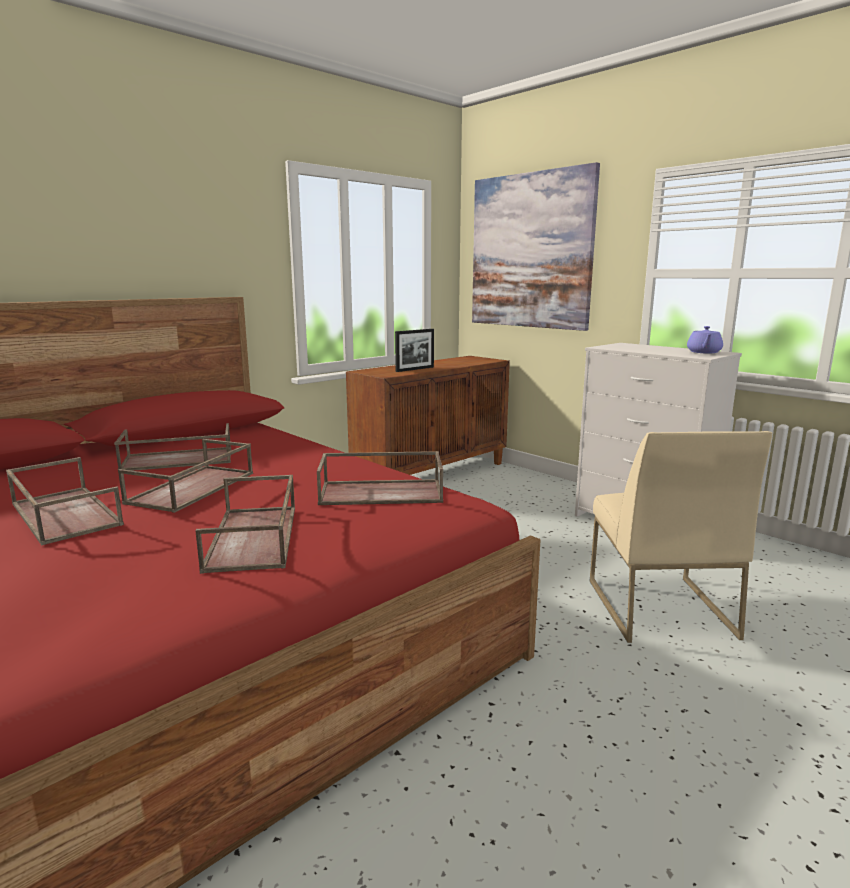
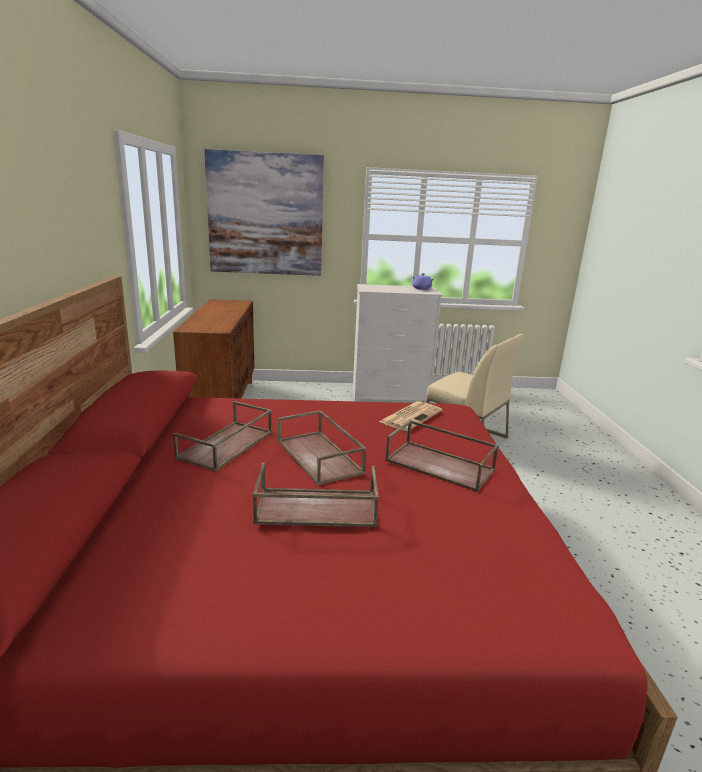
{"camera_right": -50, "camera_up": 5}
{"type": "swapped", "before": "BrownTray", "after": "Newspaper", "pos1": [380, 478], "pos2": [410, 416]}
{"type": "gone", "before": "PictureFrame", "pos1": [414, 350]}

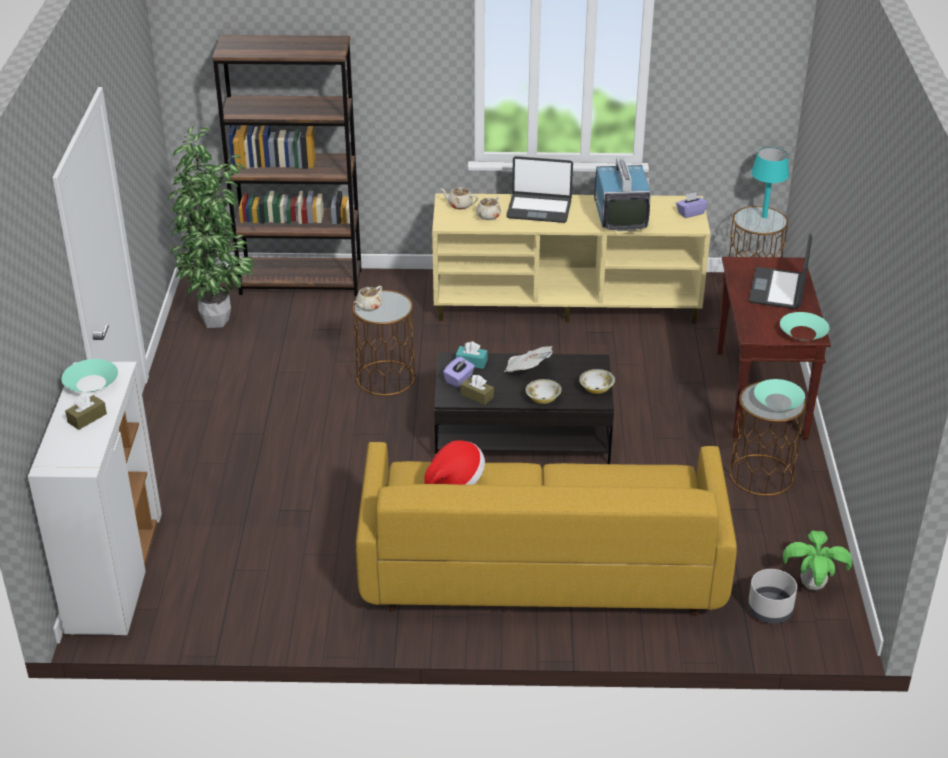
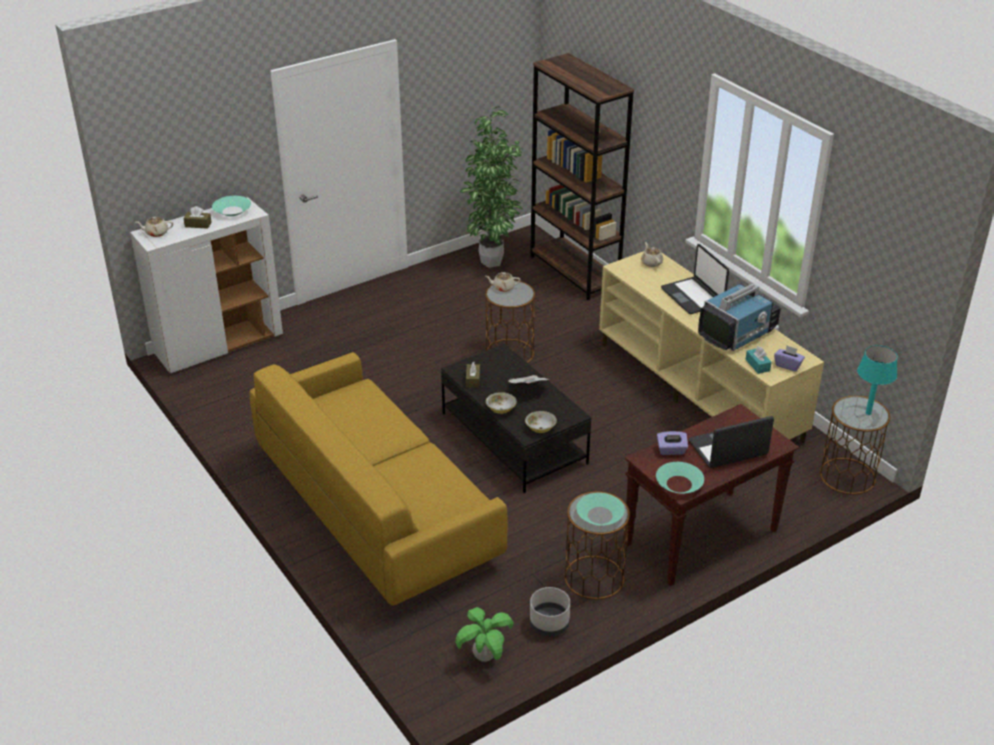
{"camera_right": 55, "camera_up": 0}
{"type": "gone", "before": "Hat", "pos1": [454, 462]}
{"type": "shifted", "before": "PurpleTissueBox", "pos1": [459, 371], "pos2": [672, 443]}
{"type": "shifted", "before": "TurquoiseTissueBox", "pos1": [472, 355], "pos2": [758, 360]}
{"type": "shifted", "before": "BeigeTeapot", "pos1": [488, 208], "pos2": [154, 227]}
{"type": "shifted", "before": "GreyPlanter", "pos1": [772, 596], "pos2": [550, 611]}

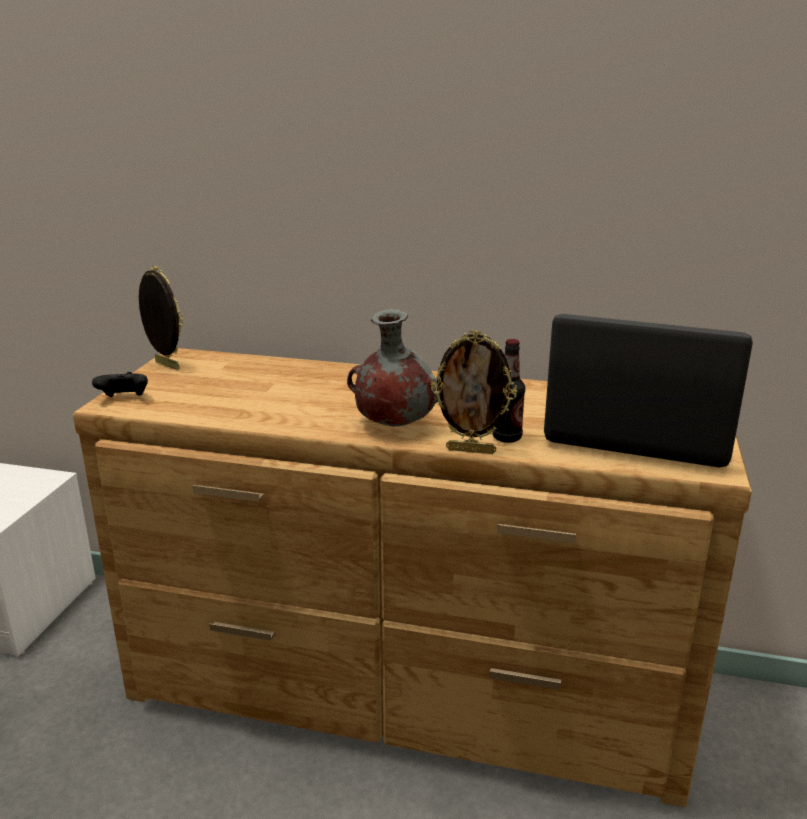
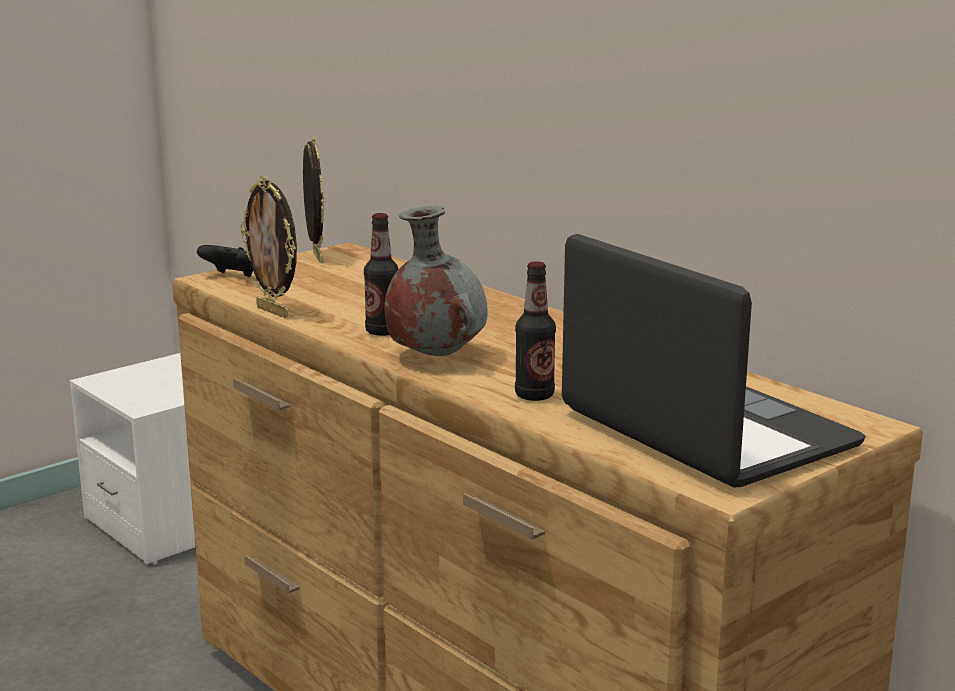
{"camera_right": 35, "camera_up": -5}
{"type": "shifted", "before": "PictureFrame", "pos1": [474, 392], "pos2": [268, 247]}
{"type": "new", "after": "Bottle", "pos2": [381, 274]}

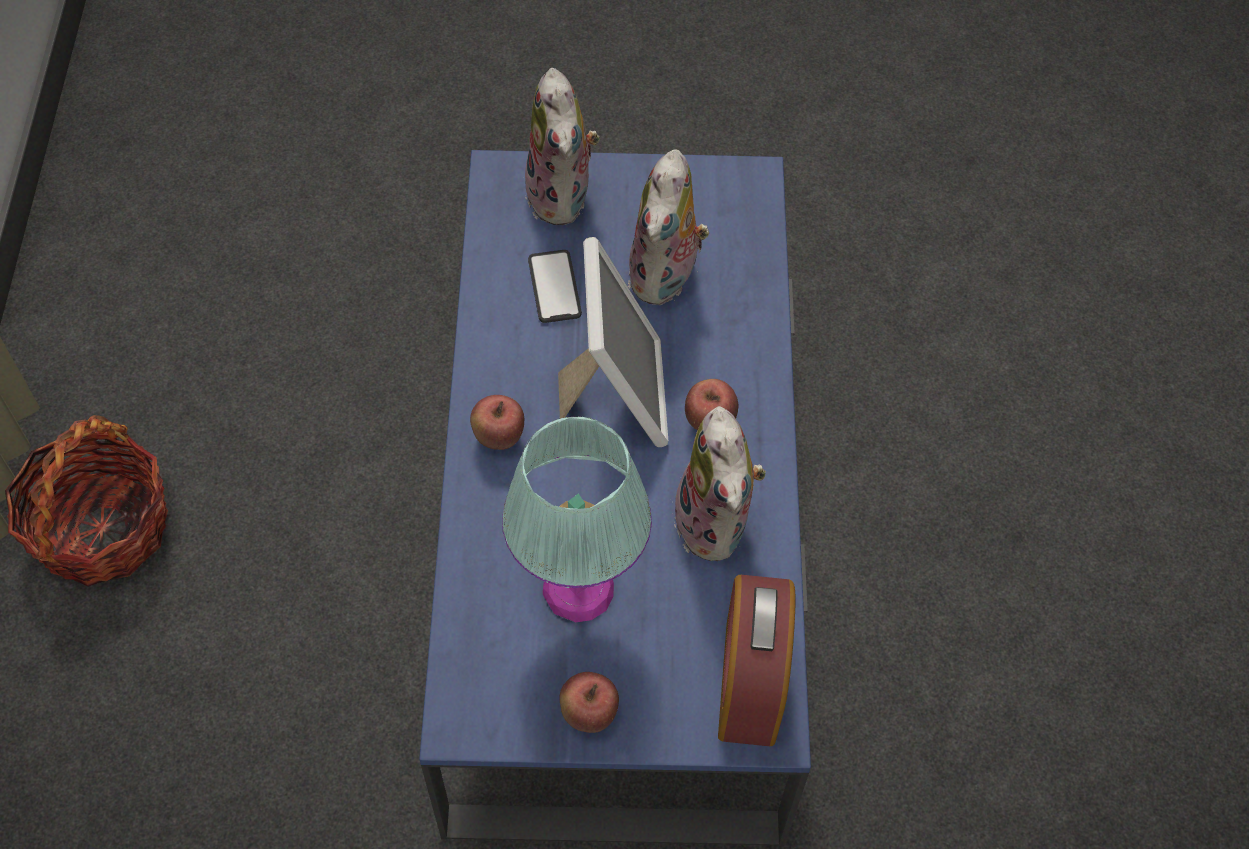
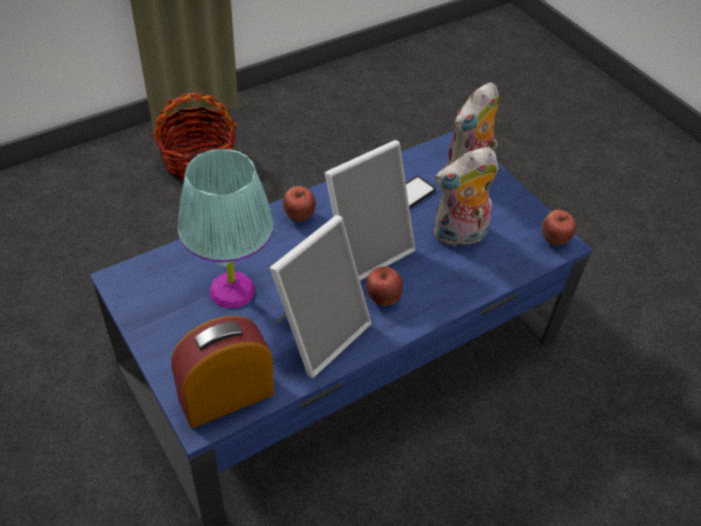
{"camera_right": 55, "camera_up": -10}
{"type": "shifted", "before": "Apple", "pos1": [589, 702], "pos2": [559, 227]}
{"type": "swapped", "before": "PlushToy", "after": "PictureFrame", "pos1": [720, 483], "pos2": [321, 296]}

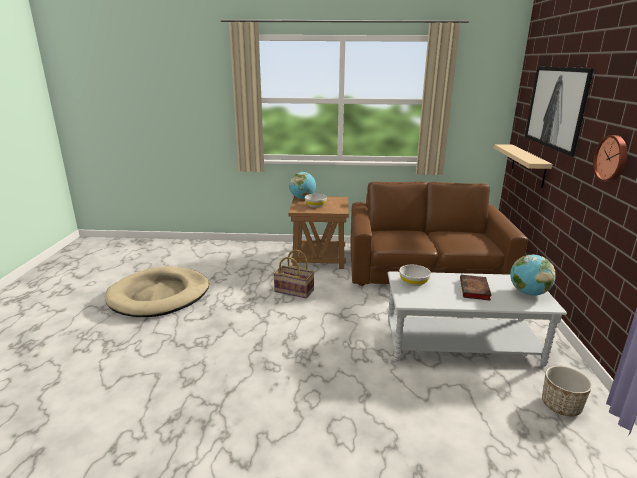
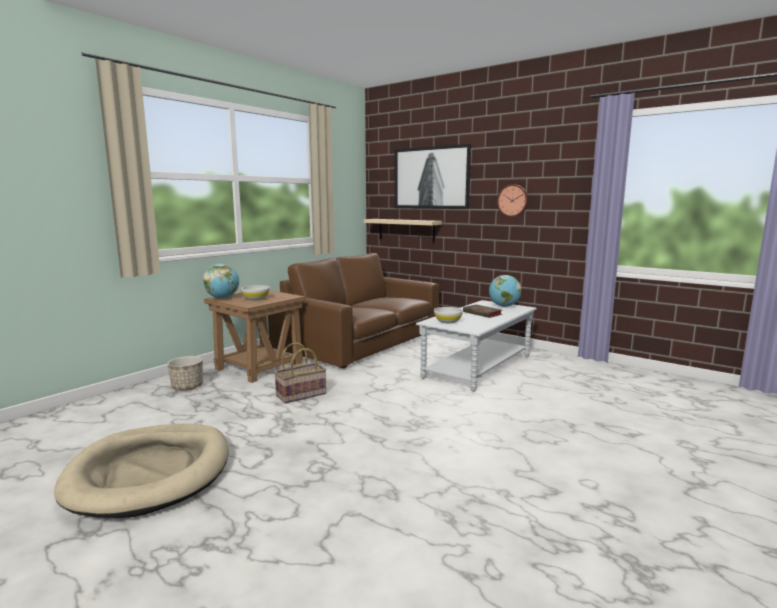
{"camera_right": -55, "camera_up": -10}
{"type": "shifted", "before": "Planter", "pos1": [567, 391], "pos2": [185, 373]}

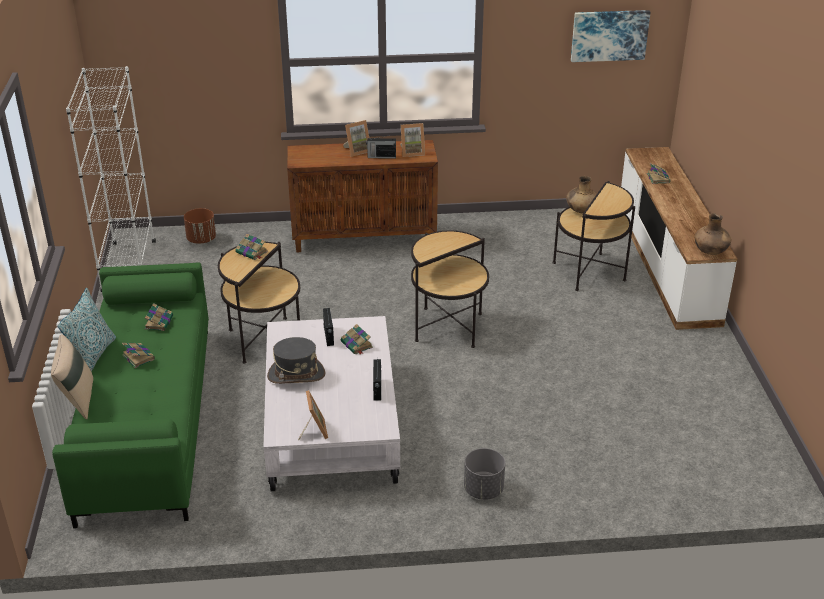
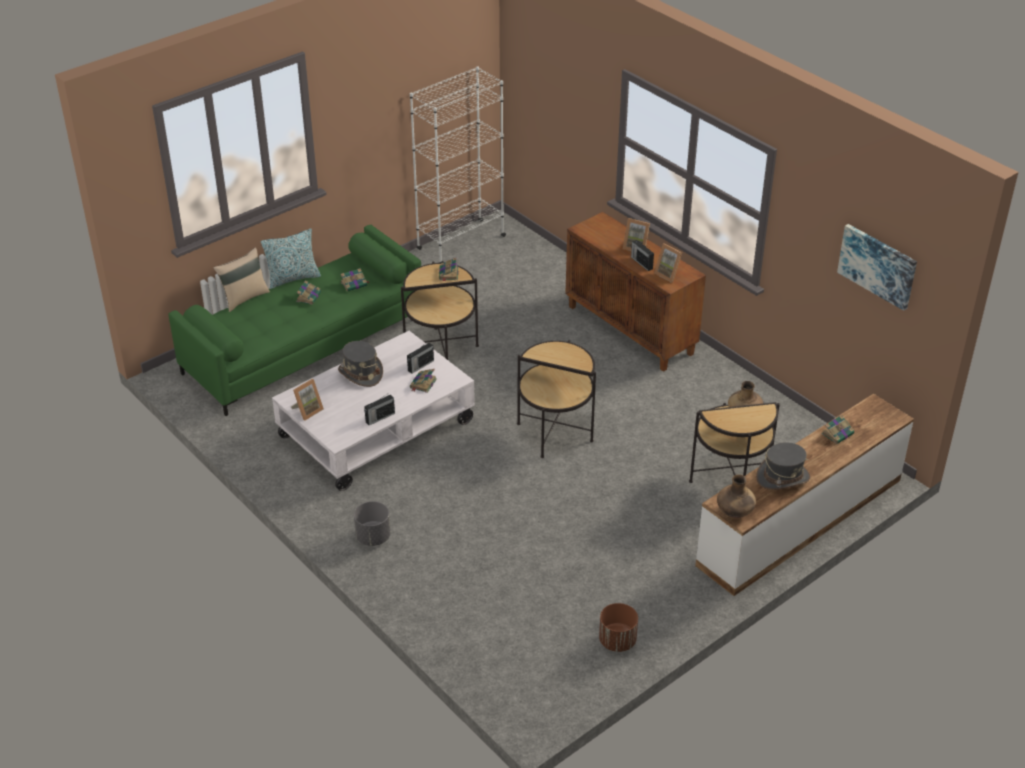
{"camera_right": 55, "camera_up": 5}
{"type": "shifted", "before": "BrownPlanter", "pos1": [200, 226], "pos2": [618, 627]}
{"type": "new", "after": "GreyHat", "pos2": [783, 466]}

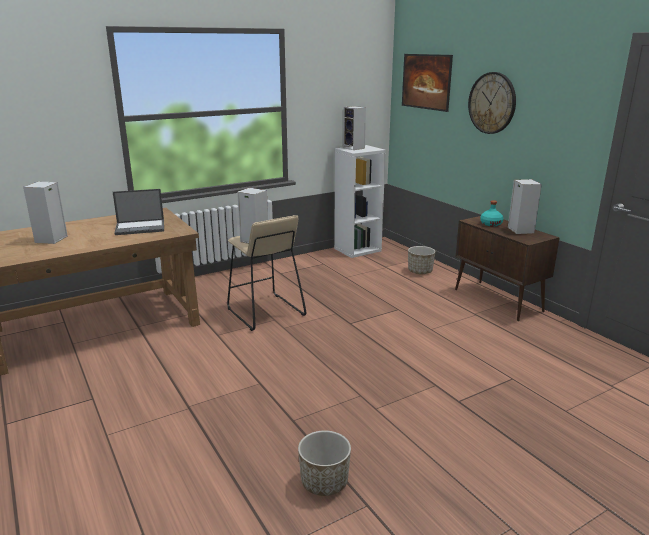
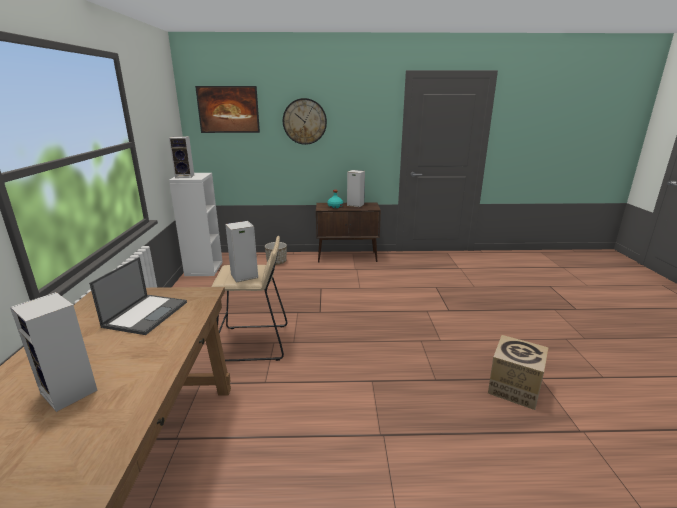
{"camera_right": -60, "camera_up": 0}
{"type": "swapped", "before": "Planter", "after": "CardboardBox", "pos1": [324, 463], "pos2": [518, 372]}

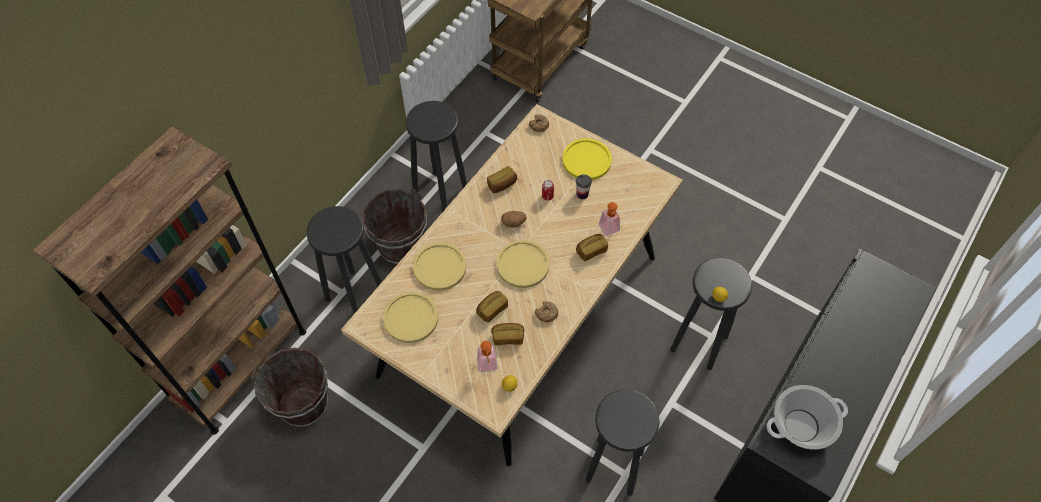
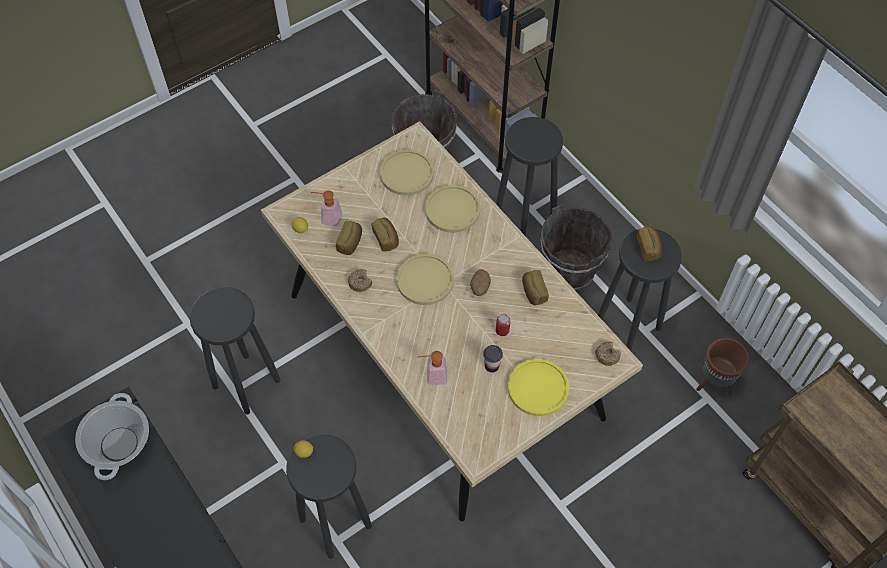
{"camera_right": 110, "camera_up": 0}
{"type": "shifted", "before": "Bread", "pos1": [592, 247], "pos2": [649, 244]}
{"type": "new", "after": "BrownPlanter", "pos2": [722, 367]}

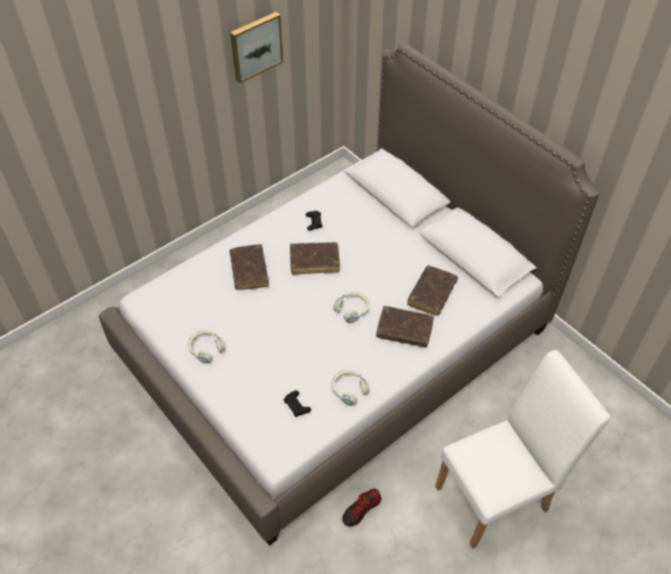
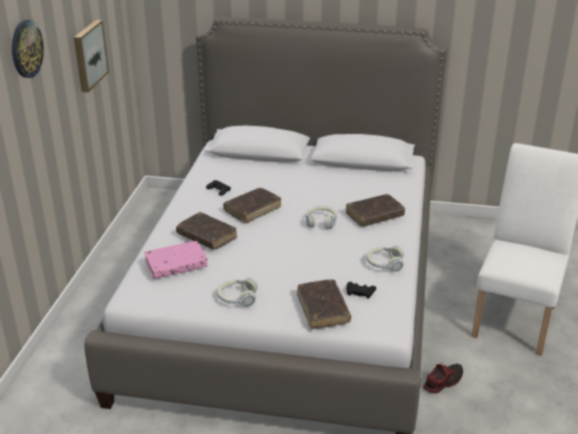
{"camera_right": -40, "camera_up": -20}
{"type": "rotated", "before": "Shoe", "pos1": [362, 507], "pos2": [443, 378], "turn": -135}
{"type": "shifted", "before": "BrownBook", "pos1": [432, 290], "pos2": [324, 304]}
{"type": "new", "after": "WallClock", "pos2": [28, 49]}
{"type": "new", "after": "PinkBook", "pos2": [175, 260]}

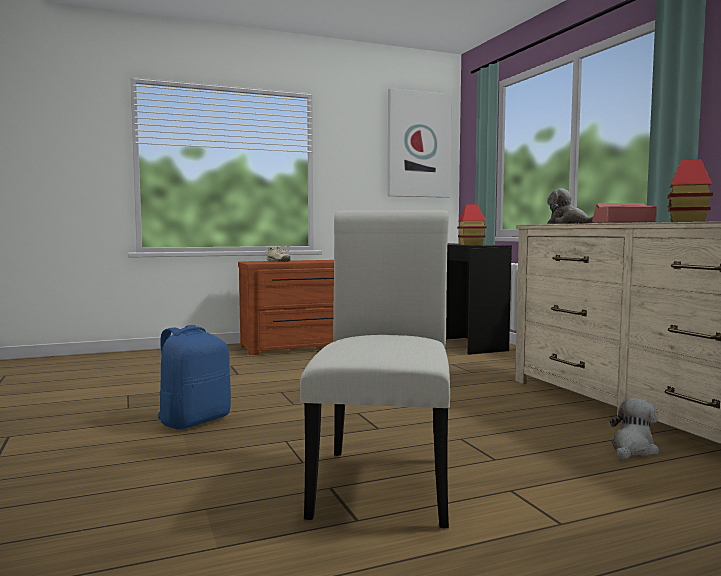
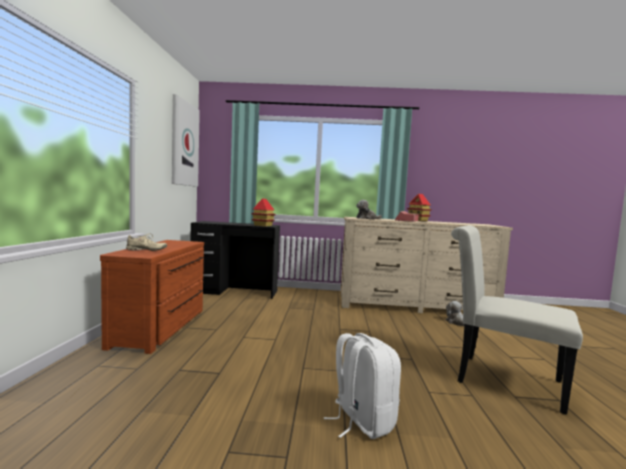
{"camera_right": -65, "camera_up": 0}
{"type": "repainted", "before": "BlueBackpack", "after": "WhiteBackpack", "pos1": [194, 377], "pos2": [362, 386]}

